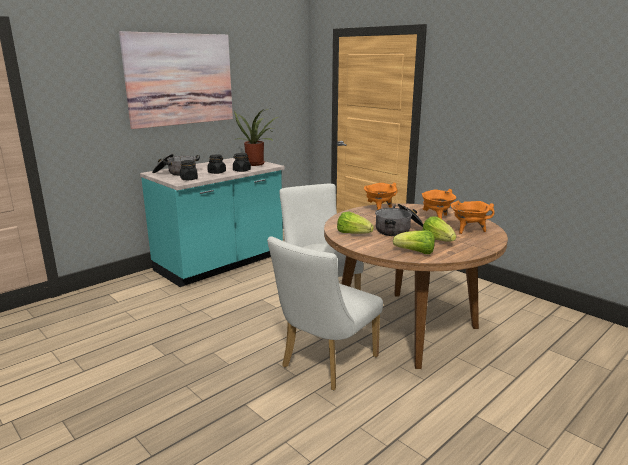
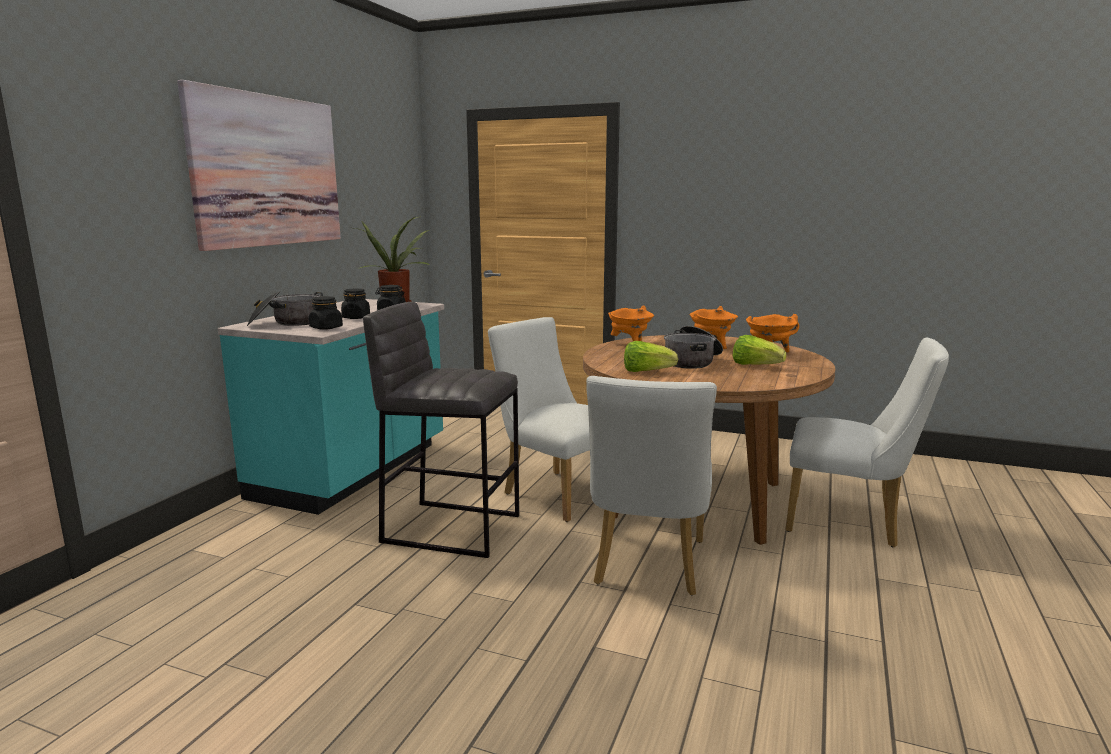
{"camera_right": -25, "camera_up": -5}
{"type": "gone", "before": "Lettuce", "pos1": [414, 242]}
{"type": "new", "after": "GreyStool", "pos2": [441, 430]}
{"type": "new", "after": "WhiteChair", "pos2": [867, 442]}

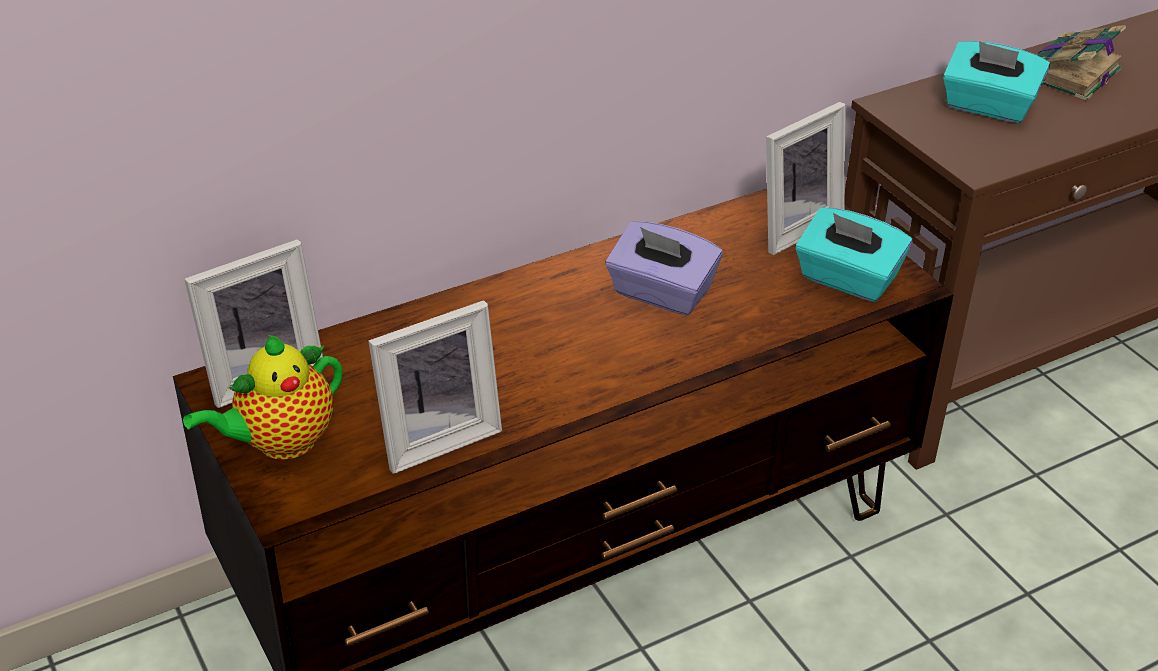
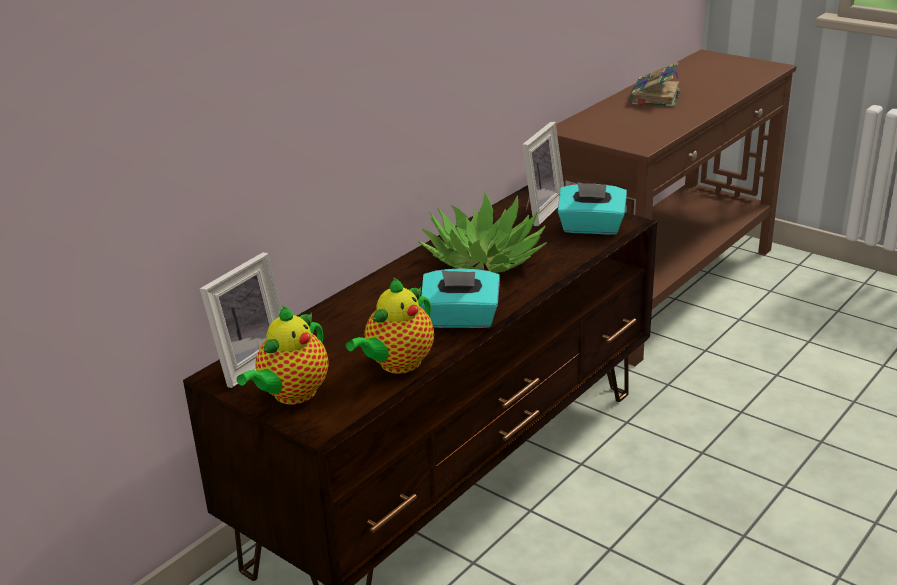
{"camera_right": -20, "camera_up": -10}
{"type": "swapped", "before": "PictureFrame", "after": "Teapot", "pos1": [435, 387], "pos2": [390, 326]}
{"type": "swapped", "before": "PurpleTissueBox", "after": "PottedPlant", "pos1": [663, 268], "pos2": [482, 232]}
{"type": "shifted", "before": "TurquoiseTissueBox", "pos1": [996, 82], "pos2": [460, 298]}

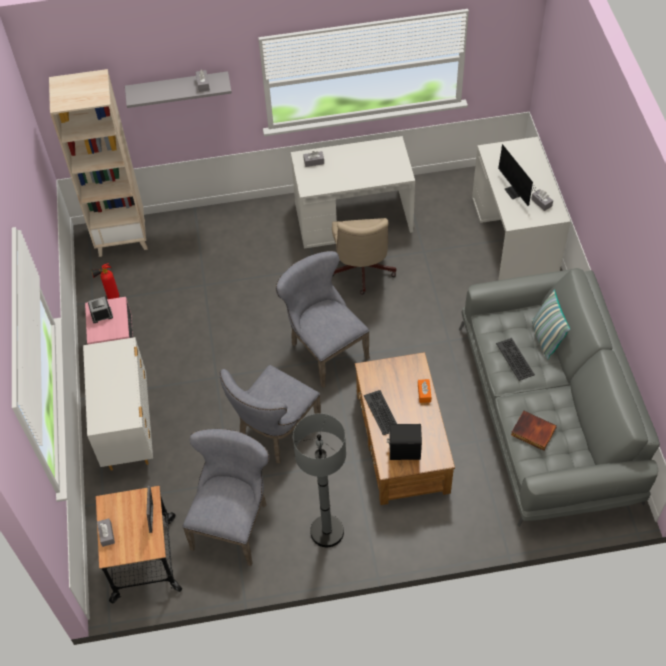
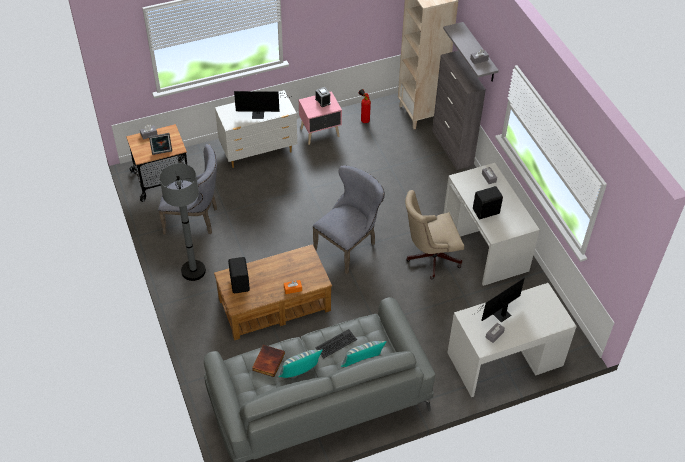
{"camera_right": 75, "camera_up": -5}
{"type": "gone", "before": "GreyChair", "pos1": [270, 414]}
{"type": "gone", "before": "Keyboard", "pos1": [380, 412]}
{"type": "new", "after": "Monitor", "pos2": [262, 105]}
{"type": "new", "after": "Pillow", "pos2": [300, 364]}
{"type": "new", "after": "GreyCabinet", "pos2": [459, 110]}
{"type": "new", "after": "BlackSpeaker", "pos2": [488, 202]}

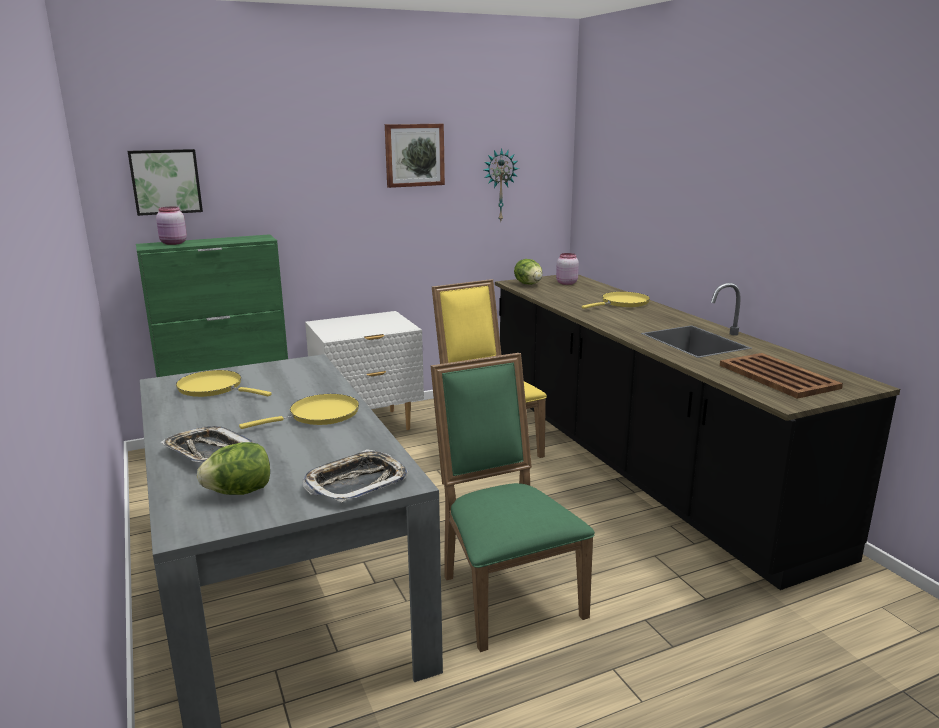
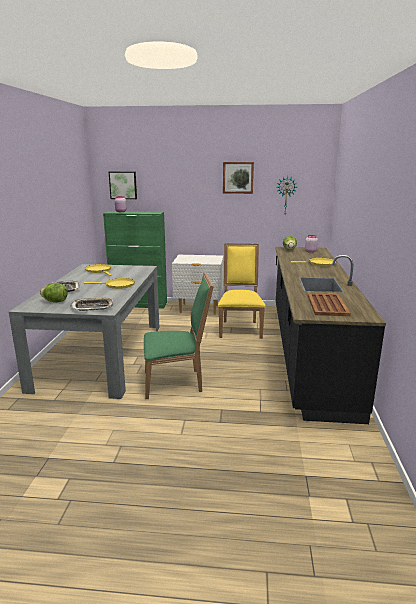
{"camera_right": 30, "camera_up": 0}
{"type": "rotated", "before": "GreenChair", "pos1": [513, 502], "pos2": [179, 336], "turn": 75}

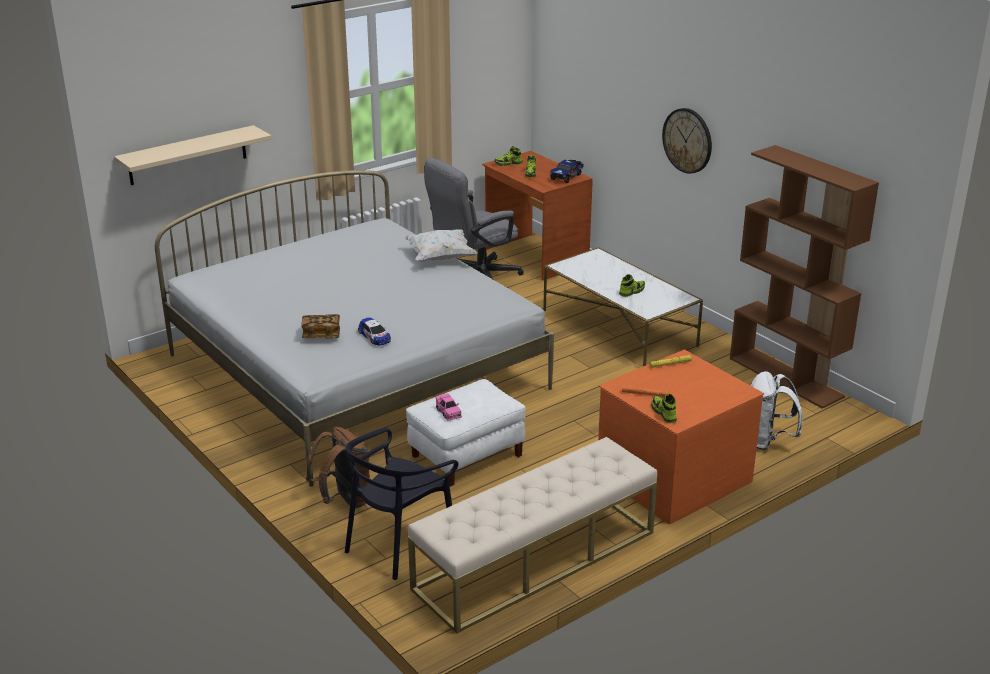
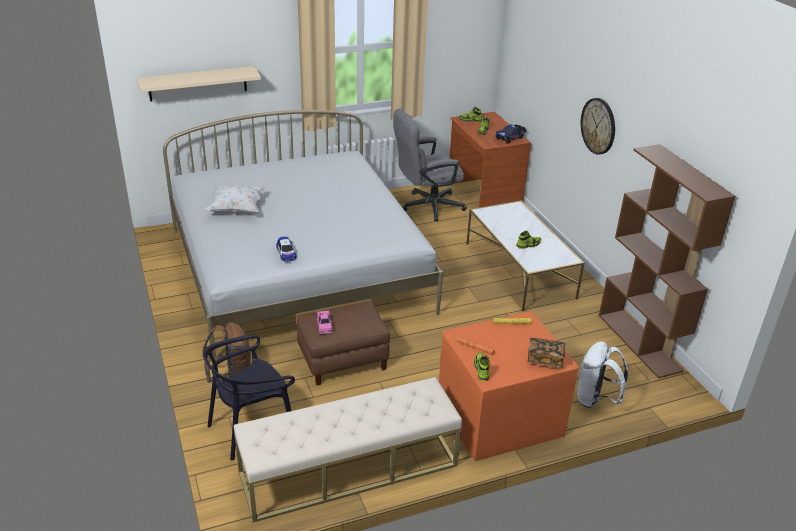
{"camera_right": 15, "camera_up": 5}
{"type": "shifted", "before": "Book", "pos1": [320, 326], "pos2": [546, 353]}
{"type": "shifted", "before": "WhitePillow", "pos1": [441, 245], "pos2": [235, 199]}
{"type": "repainted", "before": "WhiteOttoman", "after": "BrownOttoman", "pos1": [466, 433], "pos2": [343, 343]}

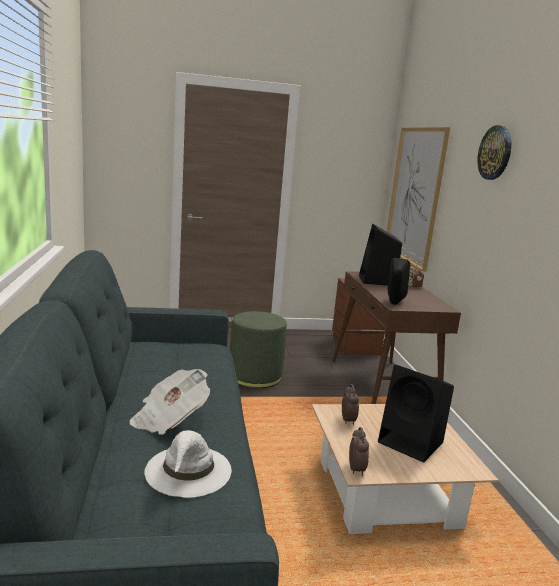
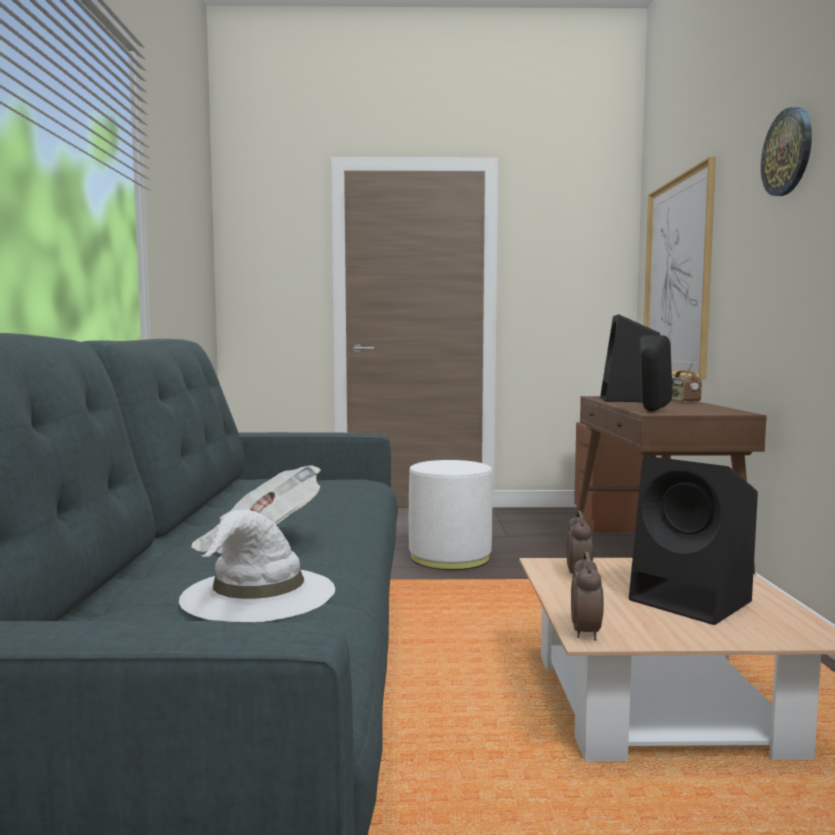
{"camera_right": 10, "camera_up": -10}
{"type": "repainted", "before": "GreenOttoman", "after": "WhiteOttoman", "pos1": [258, 349], "pos2": [450, 515]}

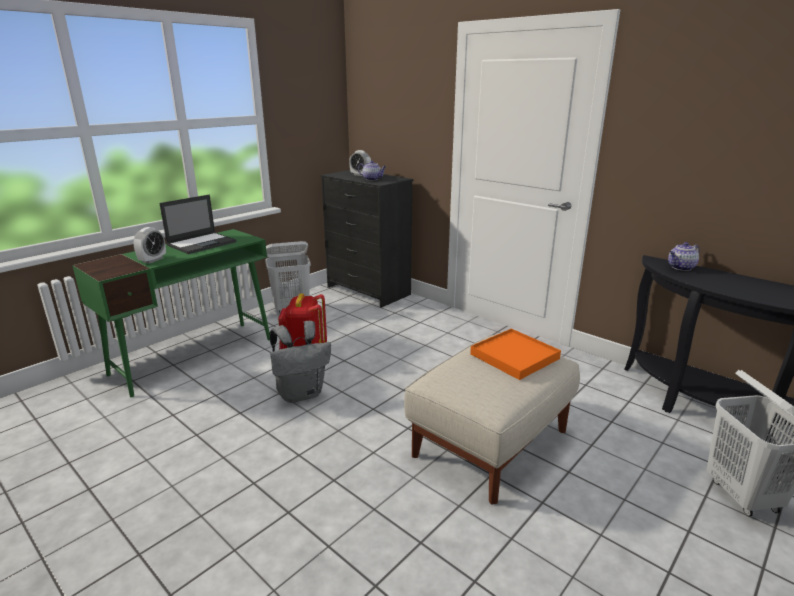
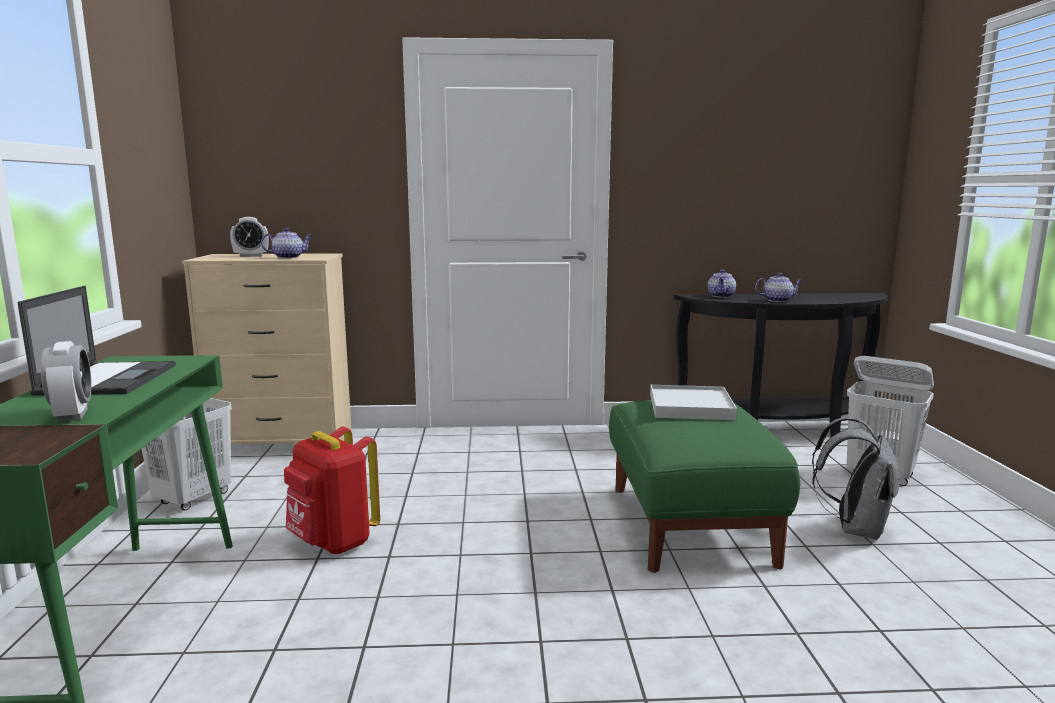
{"camera_right": -45, "camera_up": -10}
{"type": "shifted", "before": "GreyBackpack", "pos1": [300, 362], "pos2": [855, 478]}
{"type": "repainted", "before": "BlackDresser", "after": "BeigeDresser", "pos1": [367, 239], "pos2": [266, 349]}
{"type": "repainted", "before": "BeigeOttoman", "after": "GreenOttoman", "pos1": [492, 419], "pos2": [704, 486]}
{"type": "repainted", "before": "OrangeTray", "after": "WhiteTray", "pos1": [515, 354], "pos2": [693, 402]}
{"type": "new", "after": "Teapot", "pos2": [779, 287]}

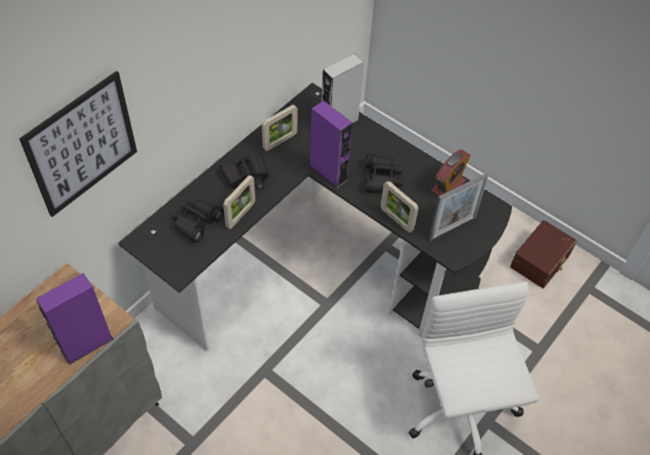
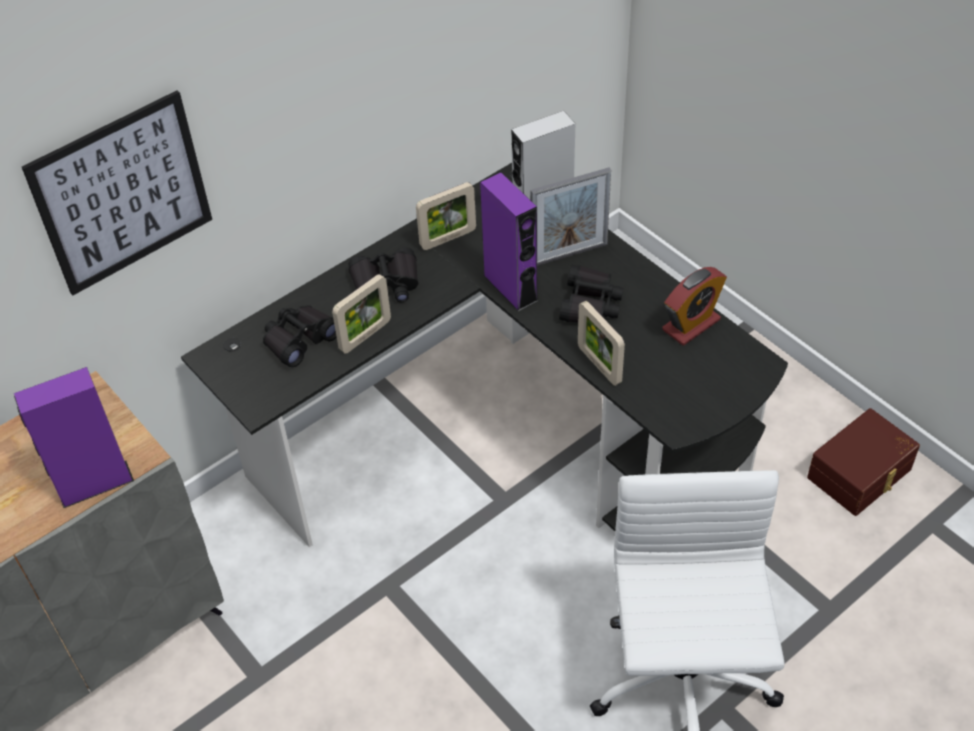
{"camera_right": 15, "camera_up": -5}
{"type": "shifted", "before": "PictureFrame", "pos1": [459, 207], "pos2": [570, 216]}

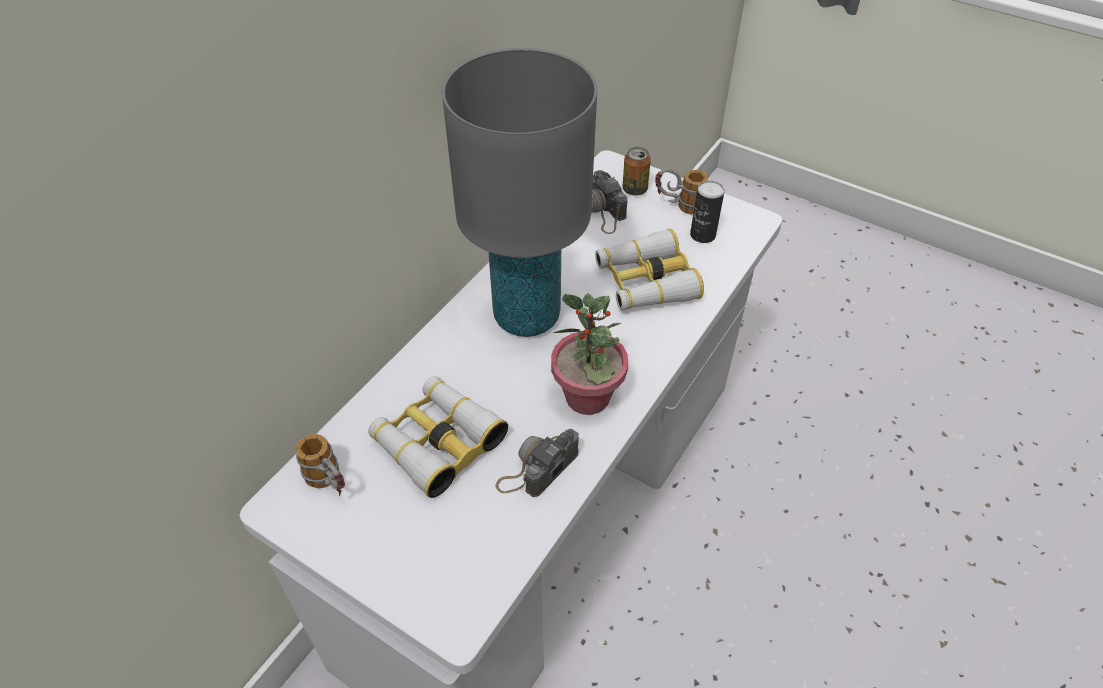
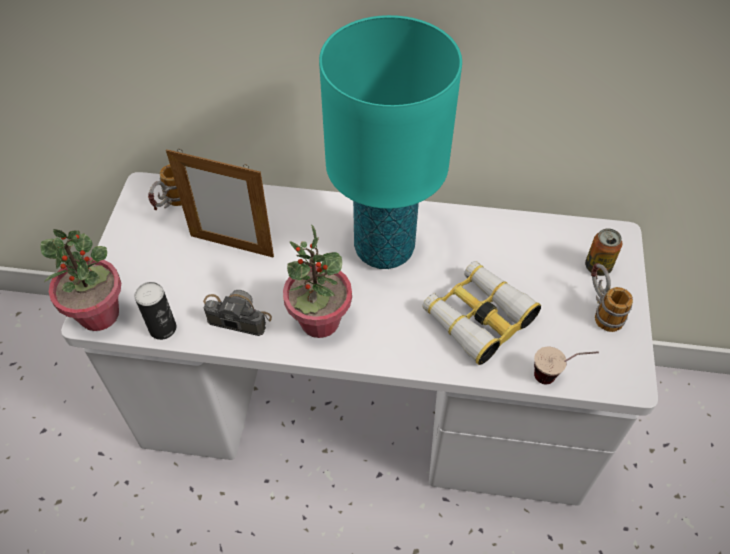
{"camera_right": 65, "camera_up": 5}
{"type": "swapped", "before": "Binoculars", "after": "PictureFrame", "pos1": [438, 437], "pos2": [220, 203]}
{"type": "repainted", "before": "GreyTableLamp", "after": "TurquoiseTableLamp", "pos1": [519, 192], "pos2": [390, 142]}
{"type": "gone", "before": "PhotoCamera", "pos1": [609, 202]}
{"type": "shifted", "before": "Can", "pos1": [707, 212], "pos2": [155, 311]}
{"type": "new", "after": "PottedPlant", "pos2": [81, 280]}
{"type": "new", "after": "Cup", "pos2": [566, 365]}

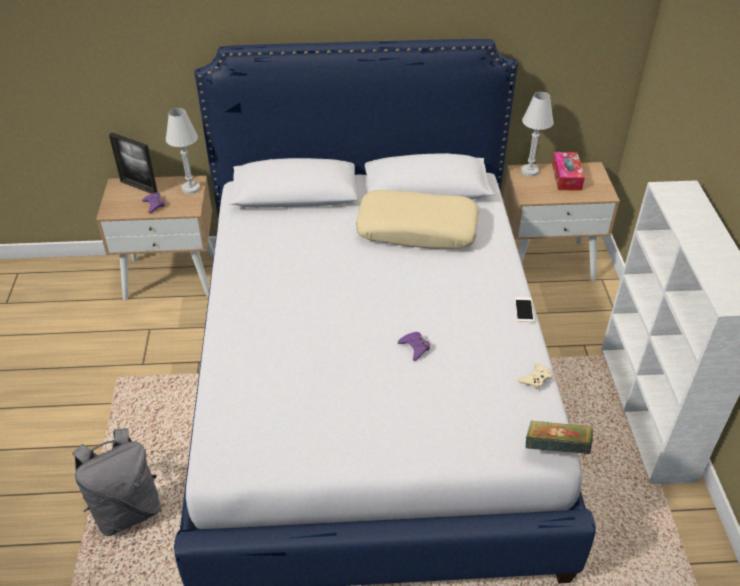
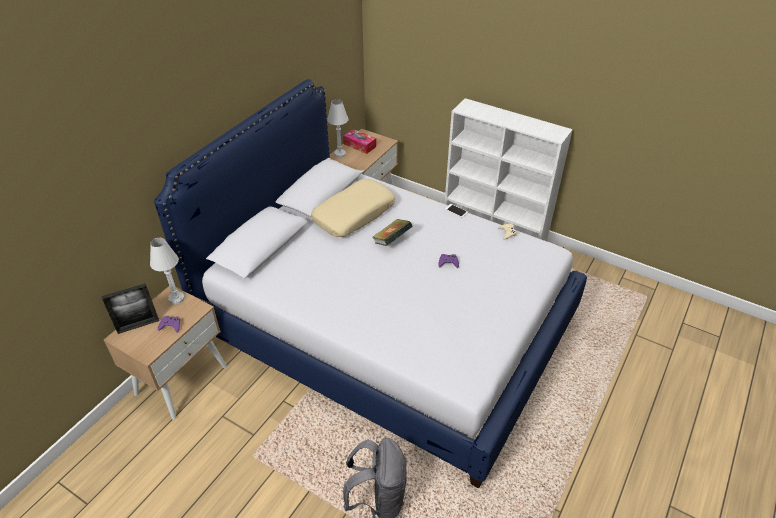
{"camera_right": -55, "camera_up": 0}
{"type": "shifted", "before": "Book", "pos1": [559, 437], "pos2": [392, 232]}

